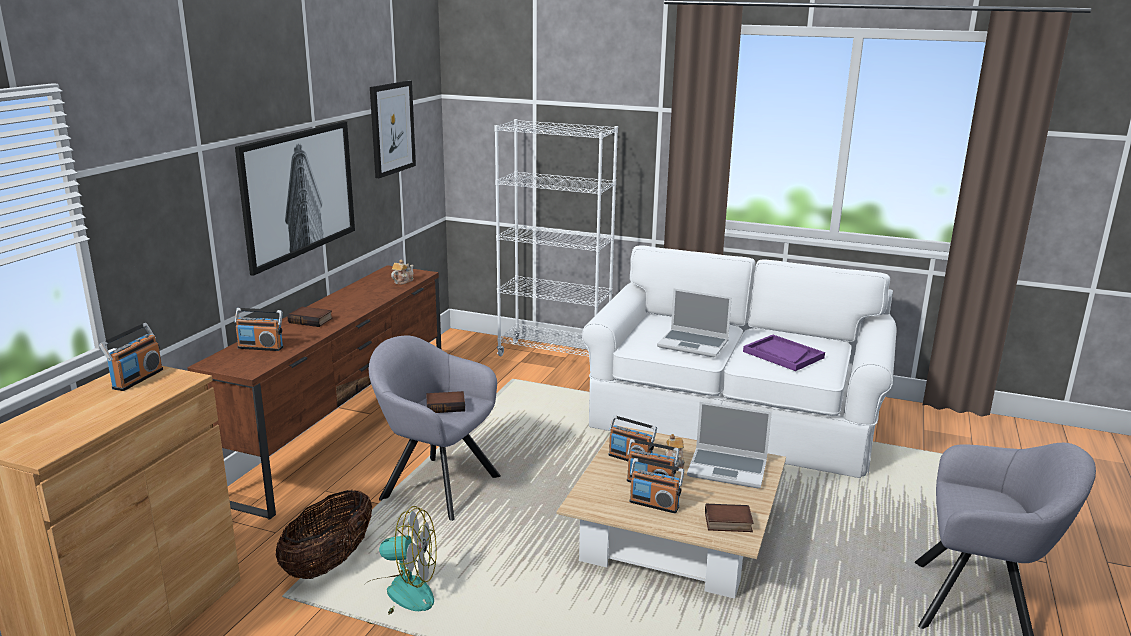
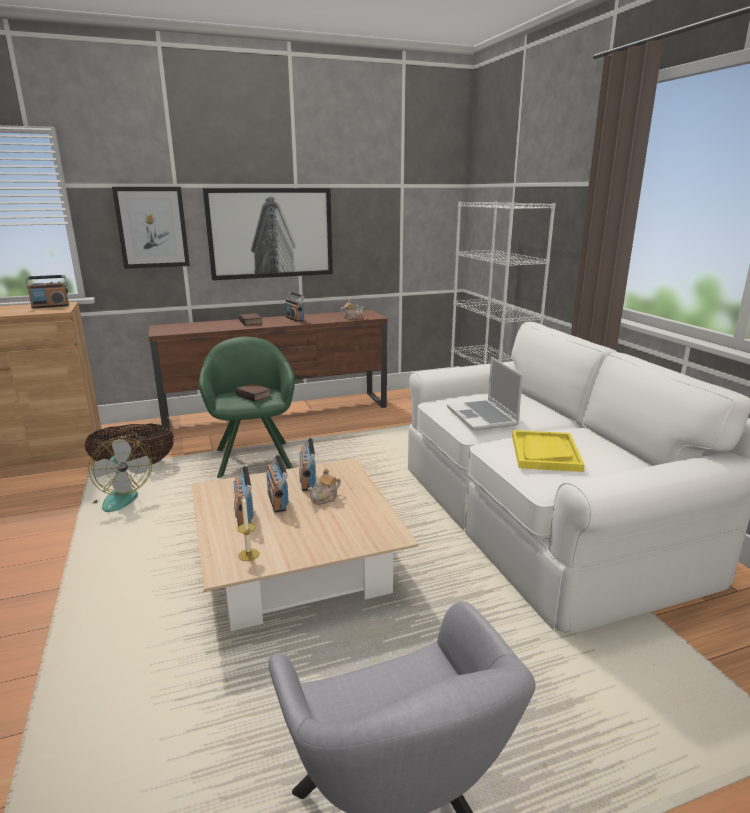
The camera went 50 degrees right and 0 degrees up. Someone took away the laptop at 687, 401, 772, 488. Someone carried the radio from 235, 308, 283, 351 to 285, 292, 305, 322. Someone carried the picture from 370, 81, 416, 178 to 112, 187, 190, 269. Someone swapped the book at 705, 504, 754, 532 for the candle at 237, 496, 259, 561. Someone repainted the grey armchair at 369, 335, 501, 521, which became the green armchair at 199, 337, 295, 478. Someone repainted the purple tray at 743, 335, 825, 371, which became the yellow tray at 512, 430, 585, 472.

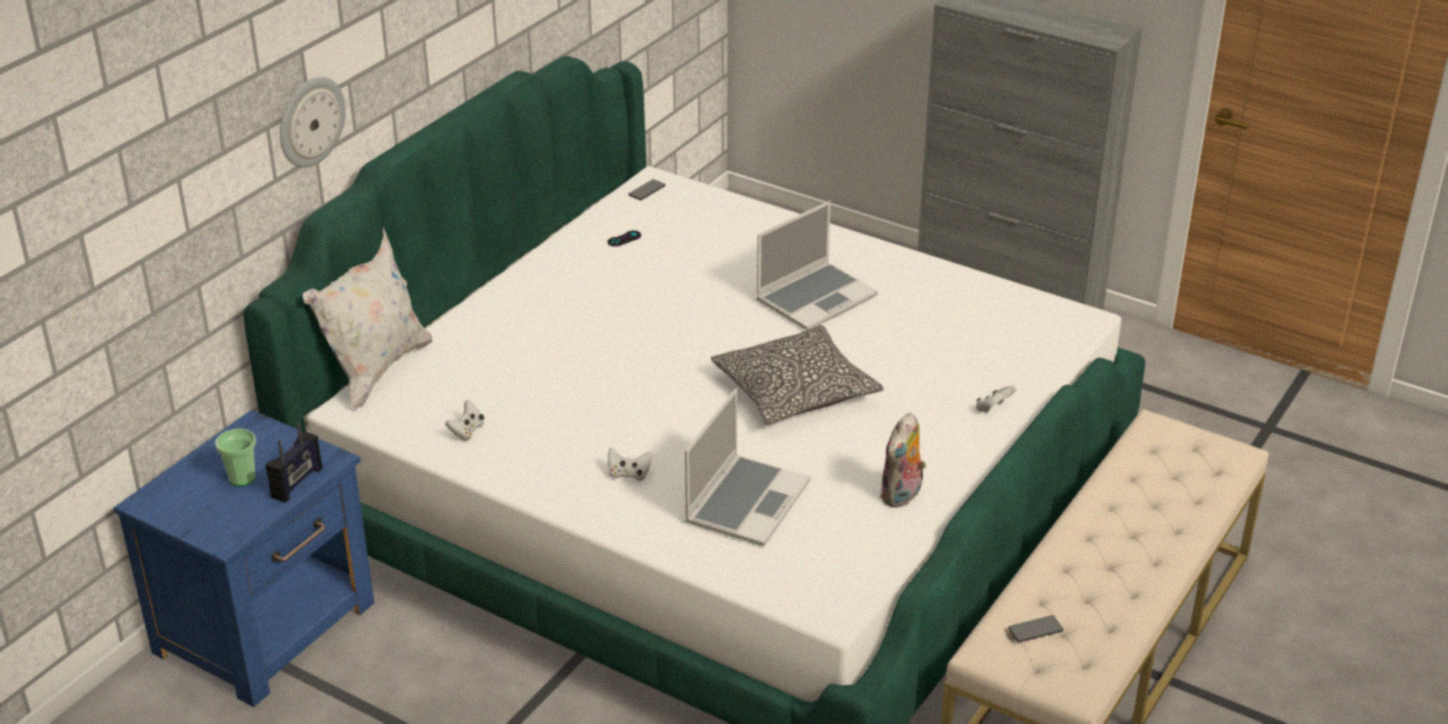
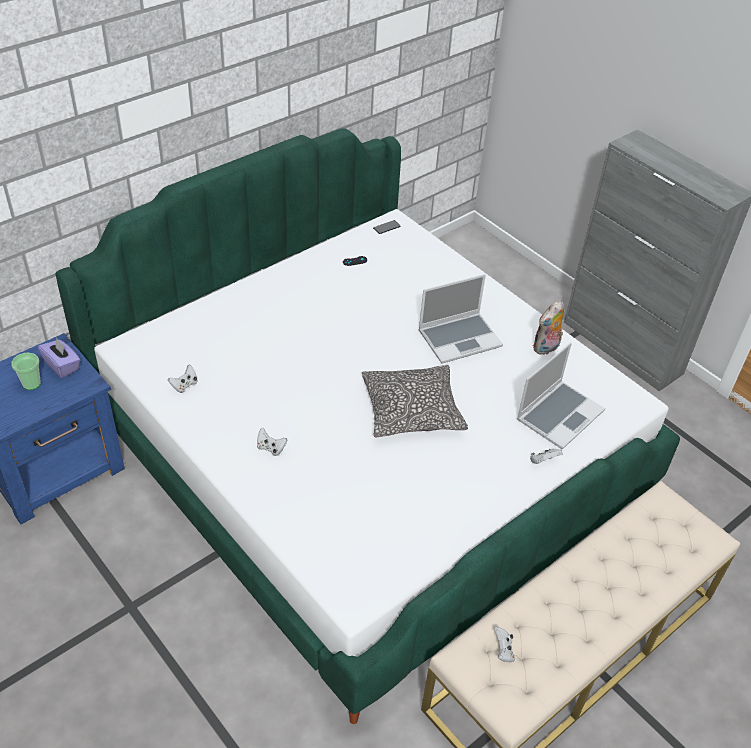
The camera went 15 degrees right and 10 degrees up. Someone took away the radio at 266, 423, 322, 503. Someone took away the wall clock at 280, 77, 346, 168. Someone took away the white pillow at 303, 227, 433, 409. Someone put down the purple tissue box at 38, 337, 80, 378. Someone carried the laptop from 685, 389, 811, 546 to 517, 342, 605, 450. Someone carried the plush toy from 880, 413, 926, 508 to 533, 301, 564, 355. Someone swapped the phone at 1008, 615, 1063, 642 for the white game controller at 494, 627, 515, 662.

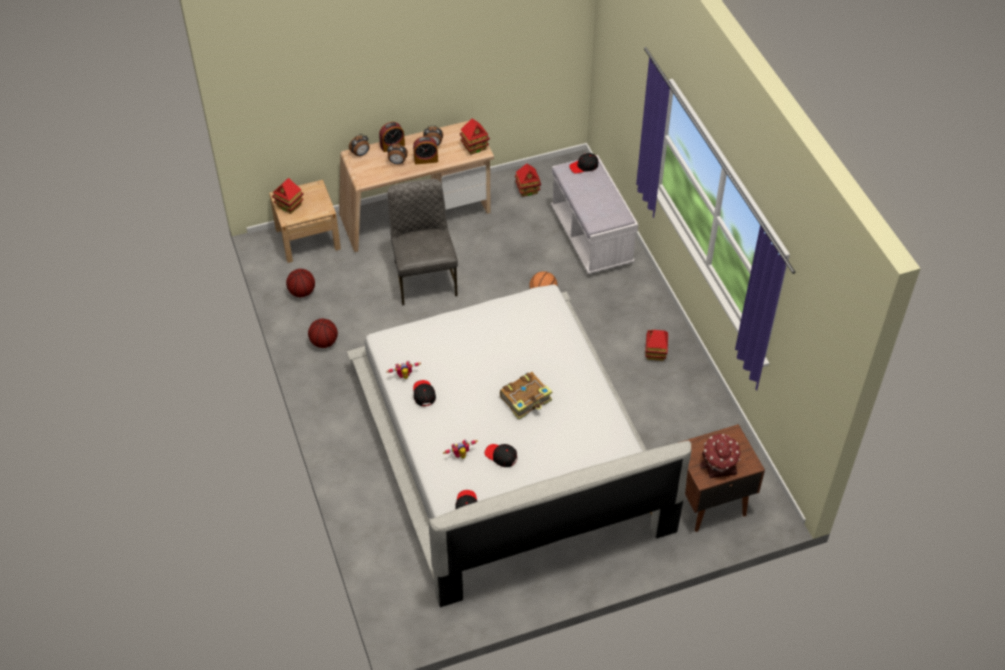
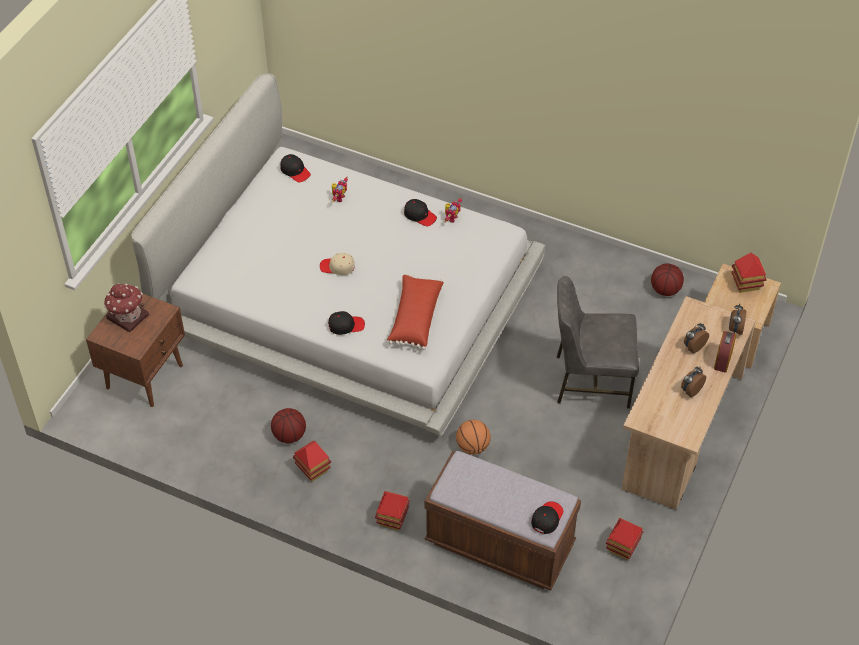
The camera went 135 degrees right and 0 degrees up. Someone took away the alarm clock at 413, 136, 438, 164. Someone put down the red pillow at 387, 274, 444, 350. Someone carried the basketball from 308, 319, 338, 348 to 271, 408, 306, 443. Someone carried the toy house from 460, 119, 490, 155 to 375, 491, 410, 531. Someone carried the black cap from 484, 444, 517, 467 to 328, 311, 365, 335. Someone swapped the book at 500, 372, 552, 419 for the beige cap at 320, 253, 355, 275. Someone repainted the white bench at 551, 155, 638, 274, which became the brown bench at 424, 451, 581, 591. Someone rotated the grey chair at 388, 179, 458, 306 by 150 degrees clockwise.

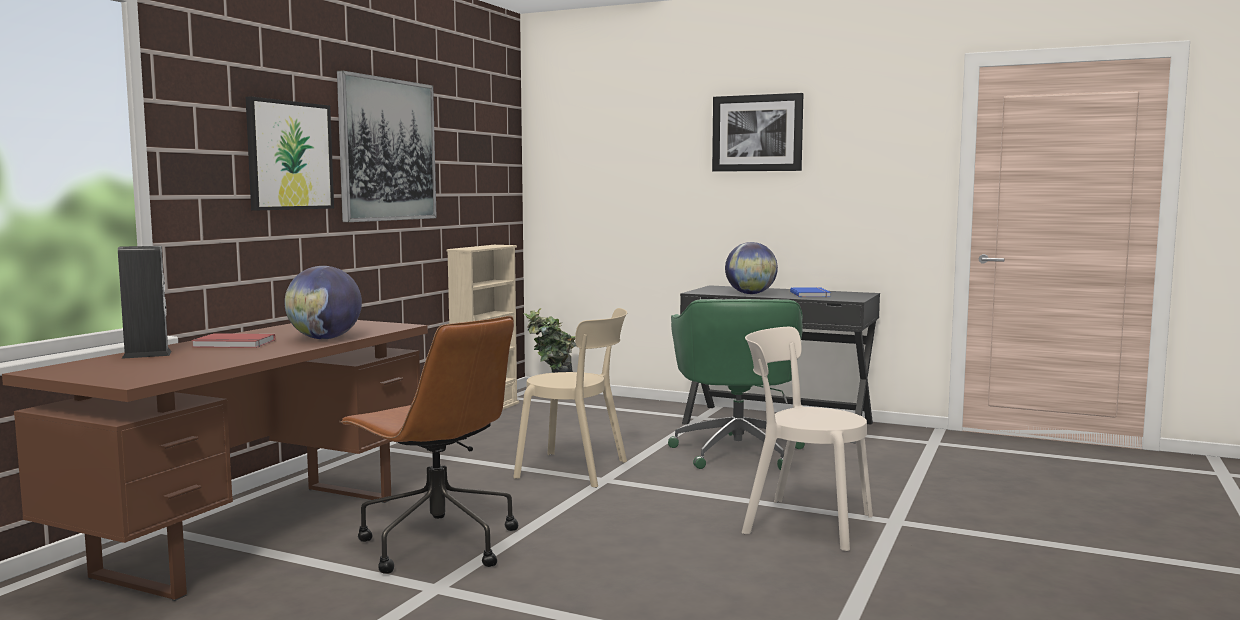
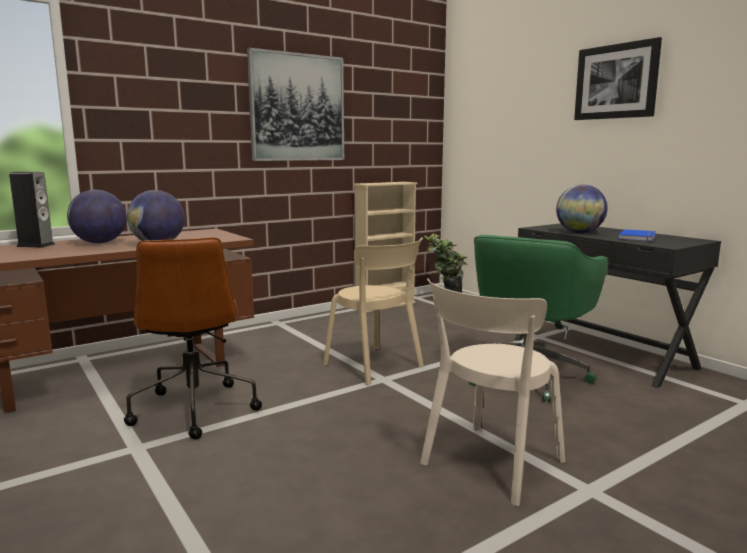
The camera went 30 degrees right and 5 degrees up. Someone took away the picture at 246, 96, 334, 210. Someone swapped the red book at 191, 333, 275, 348 for the globe at 67, 190, 126, 243. Someone rotated the beige chair at 742, 327, 873, 551 by 105 degrees counterclockwise.

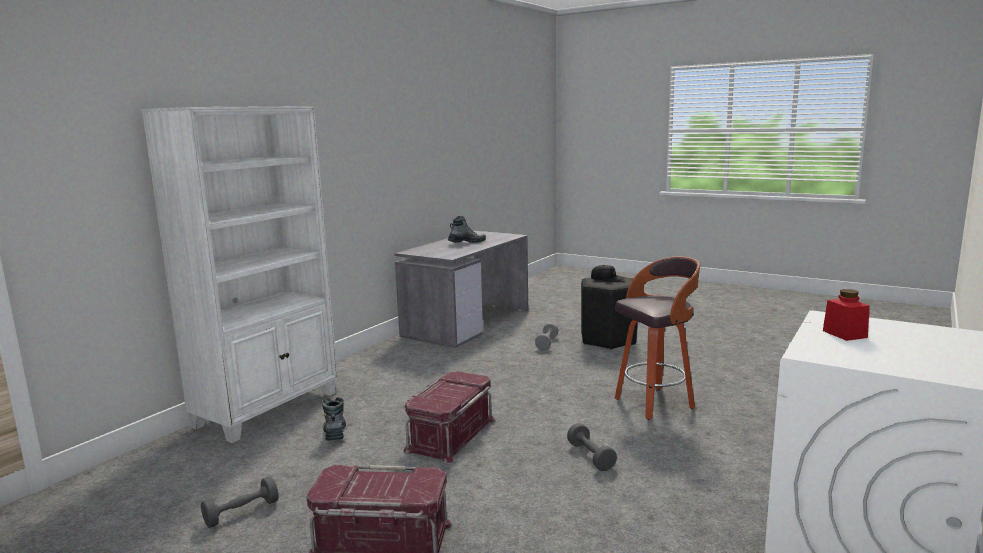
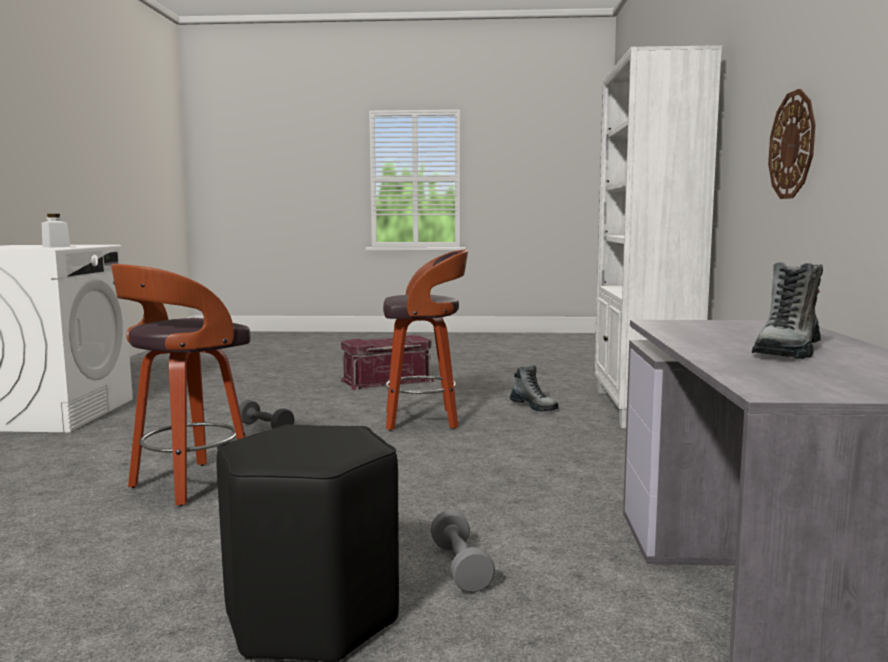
The camera went 150 degrees right and 5 degrees down. Someone took away the grey dumbbell at 201, 476, 279, 528. Someone took away the black cap at 591, 265, 625, 282. Someone put up the wall clock at 768, 89, 816, 199. Someone swapped the red storage box at 403, 371, 495, 463 for the stool at 383, 250, 468, 431. Someone repainted the red jar at 823, 289, 870, 341, which became the white jar at 42, 214, 70, 248.

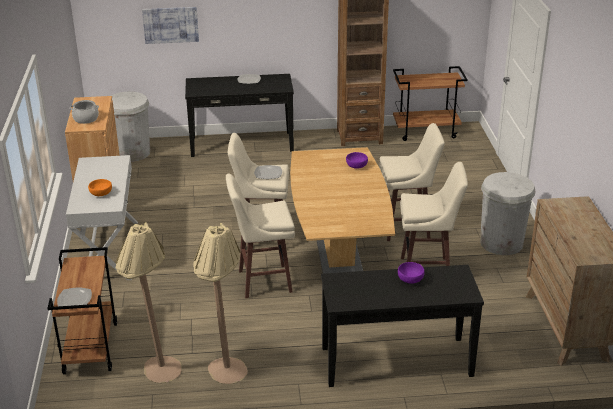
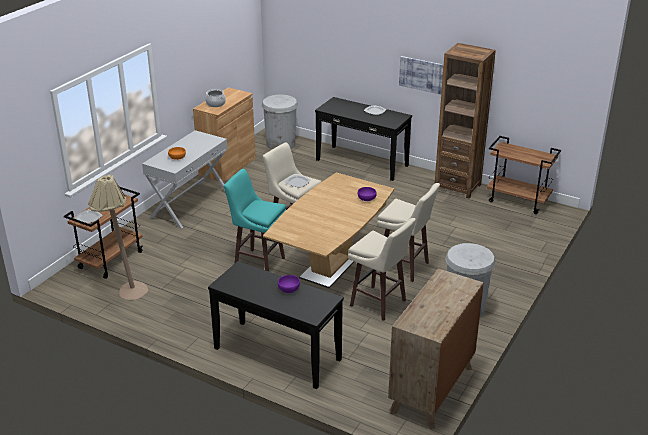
The camera went 35 degrees right and 0 degrees up. Someone took away the beige floor lamp at 193, 223, 248, 384. Someone carried the picture from 142, 7, 199, 44 to 399, 56, 444, 94. Someone repainted the beige stool at 226, 174, 295, 298, which became the turquoise stool at 224, 169, 286, 271.

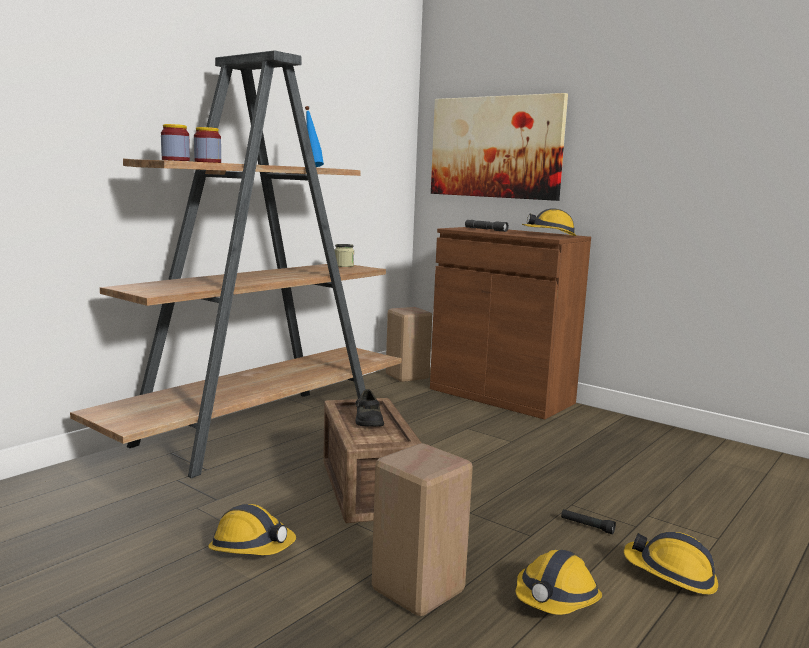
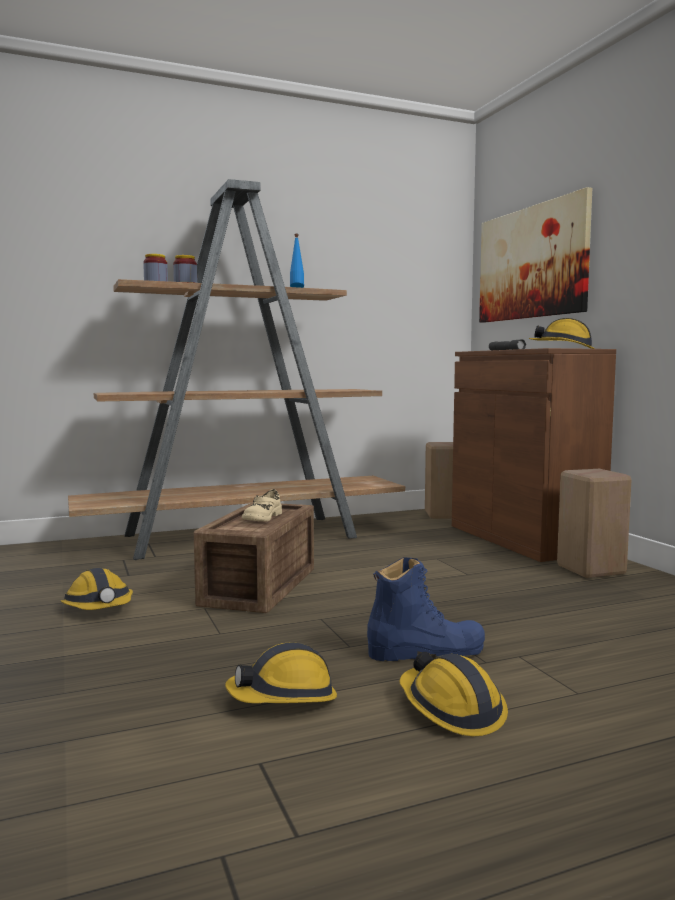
The camera went 30 degrees right and 5 degrees down. Someone took away the jar at 335, 244, 354, 267. Someone carried the beige stool from 372, 443, 473, 616 to 557, 469, 631, 578. Someone swapped the black flashlight at 561, 509, 616, 534 for the blue boot at 367, 557, 485, 661. Someone repainted the black shoe at 355, 389, 384, 427, which became the beige shoe at 242, 489, 282, 522.

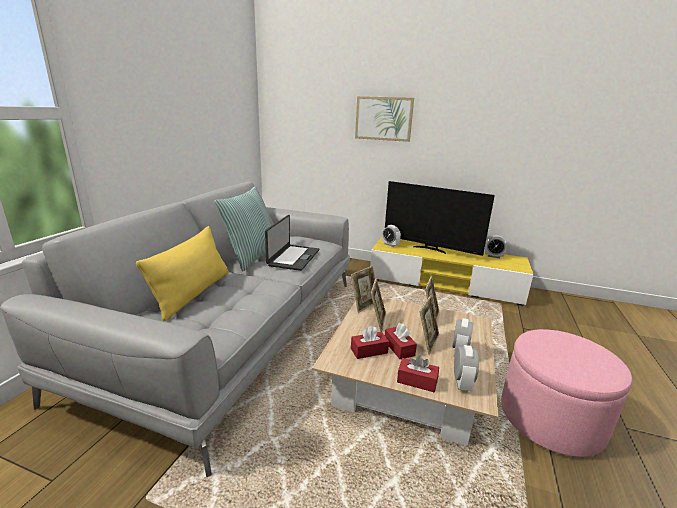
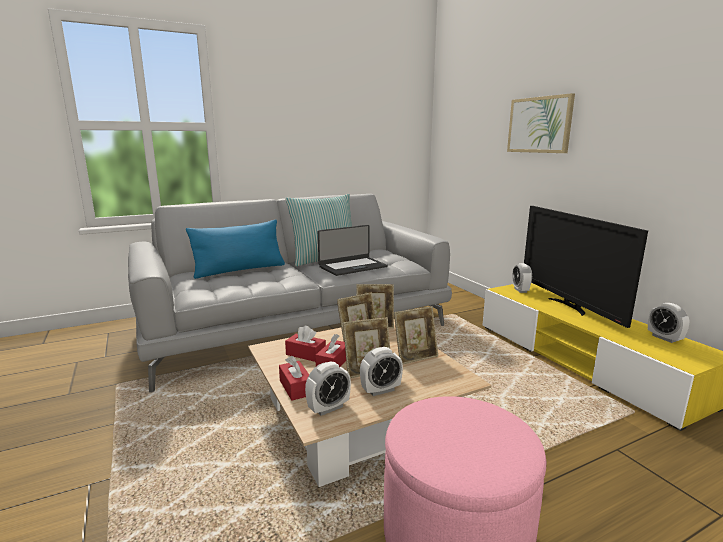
The camera went 45 degrees right and 5 degrees down. Someone repainted the yellow pillow at 136, 226, 229, 322, which became the blue pillow at 186, 220, 285, 279.

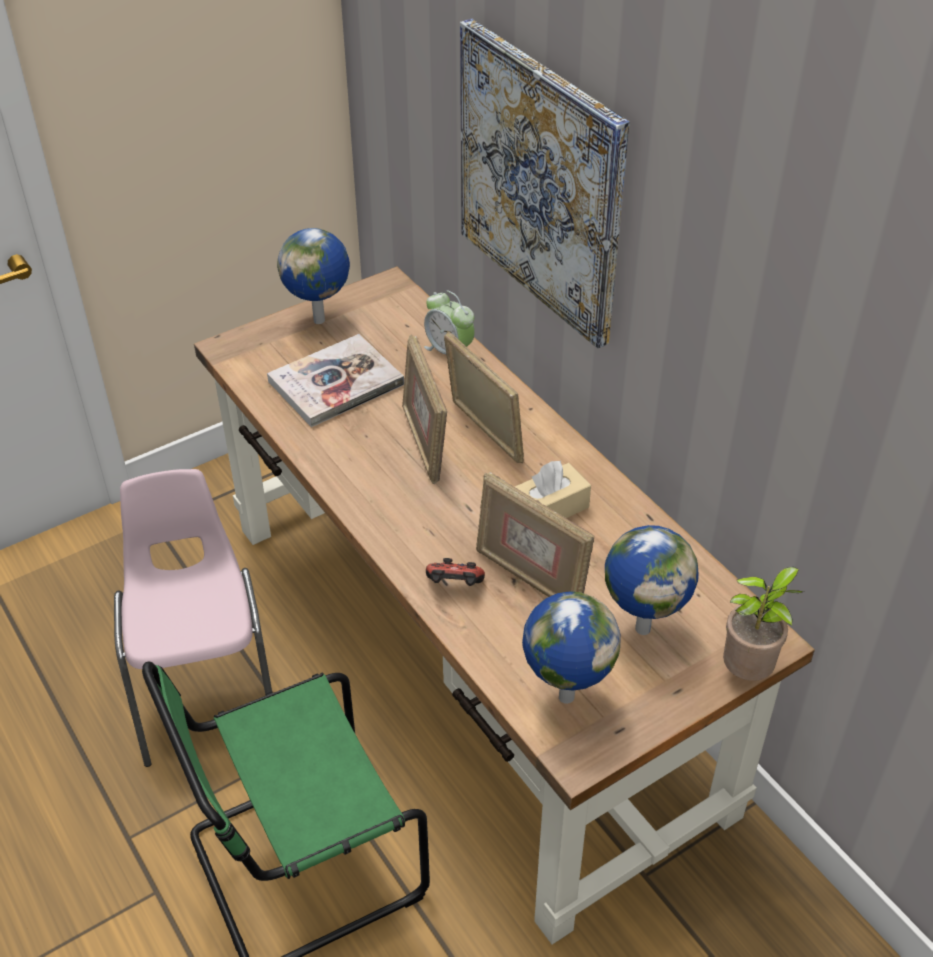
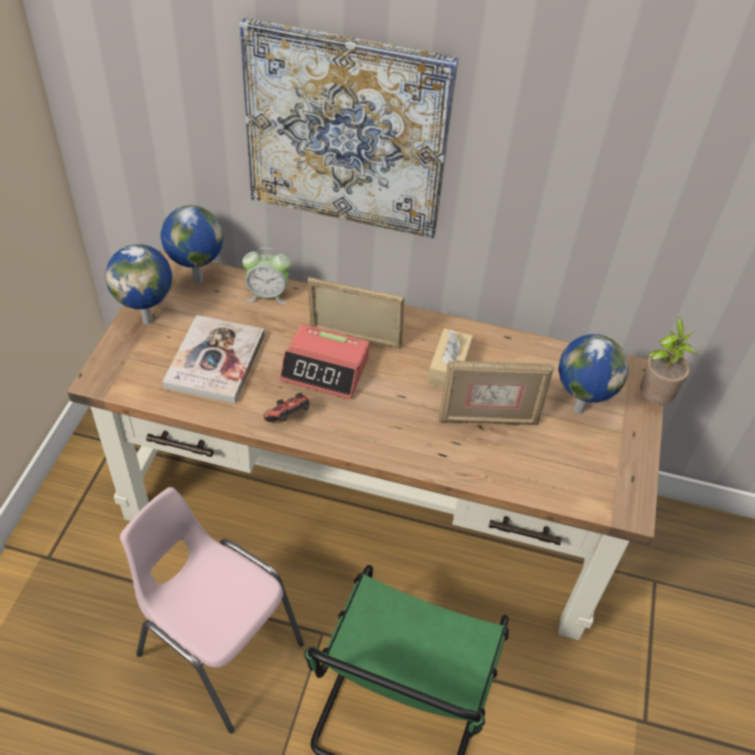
The camera went 45 degrees left and 5 degrees up. Someone carried the game controller from 426, 558, 485, 586 to 264, 393, 309, 422. Someone carried the globe from 522, 591, 621, 704 to 161, 205, 224, 284. Someone swapped the picture frame at 402, 335, 447, 484 for the alarm clock at 280, 324, 369, 399.

